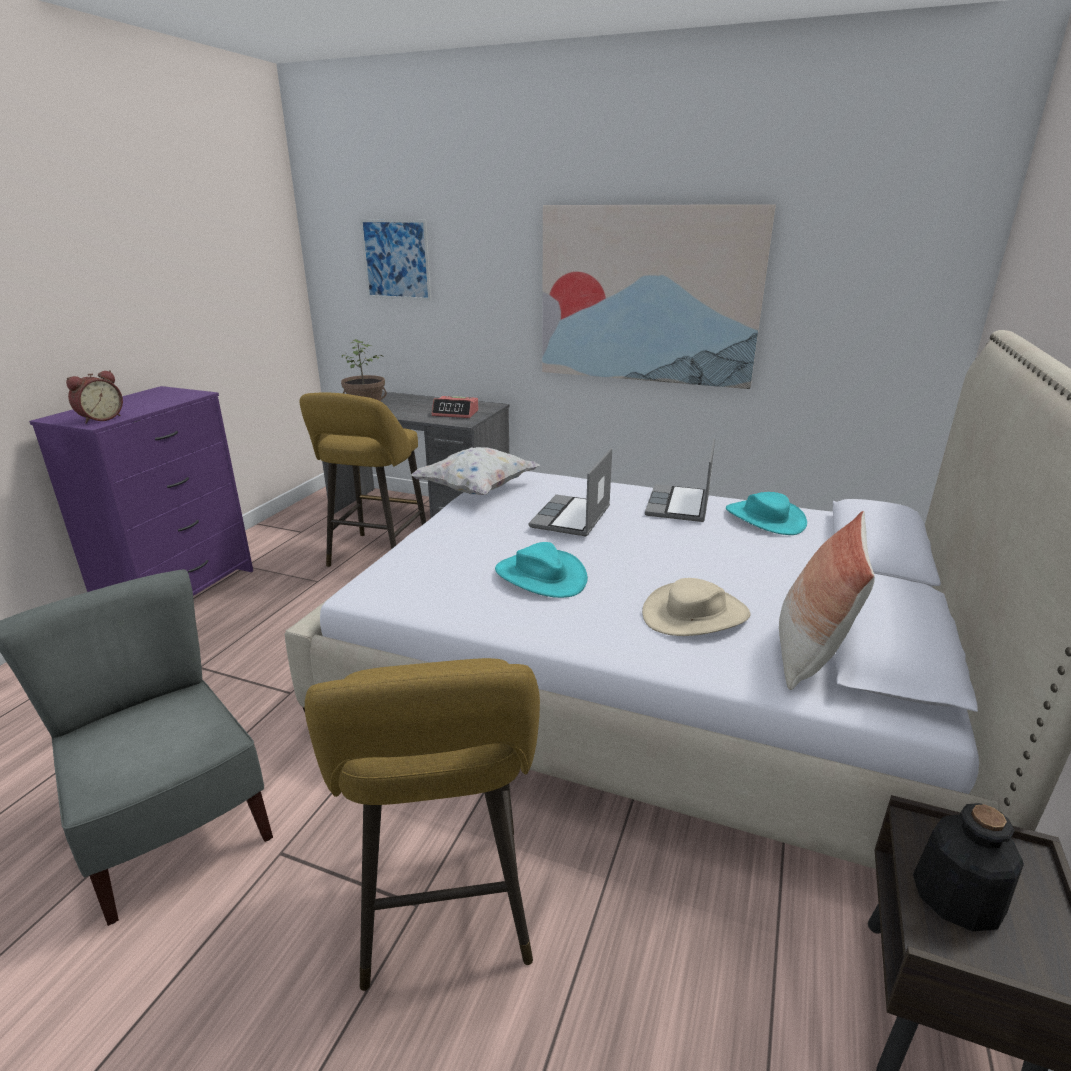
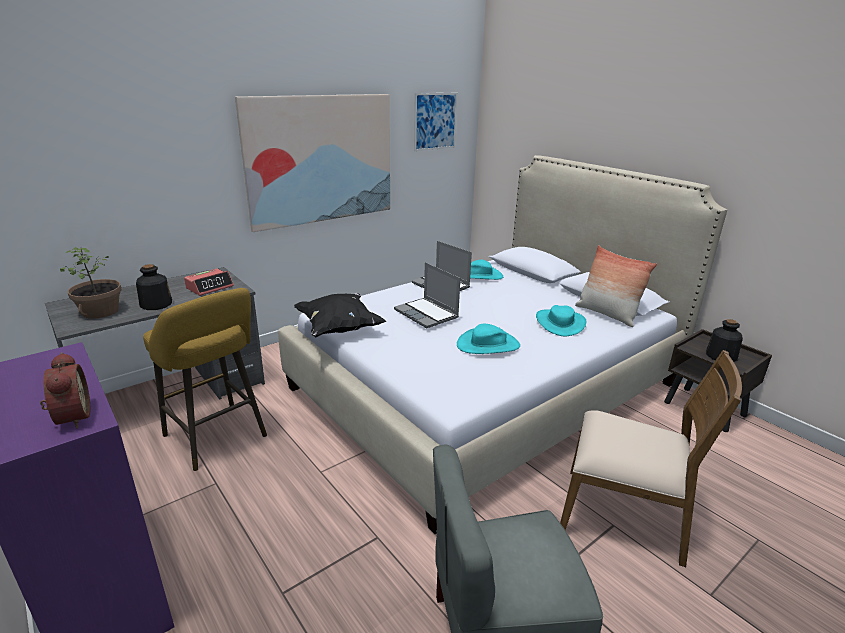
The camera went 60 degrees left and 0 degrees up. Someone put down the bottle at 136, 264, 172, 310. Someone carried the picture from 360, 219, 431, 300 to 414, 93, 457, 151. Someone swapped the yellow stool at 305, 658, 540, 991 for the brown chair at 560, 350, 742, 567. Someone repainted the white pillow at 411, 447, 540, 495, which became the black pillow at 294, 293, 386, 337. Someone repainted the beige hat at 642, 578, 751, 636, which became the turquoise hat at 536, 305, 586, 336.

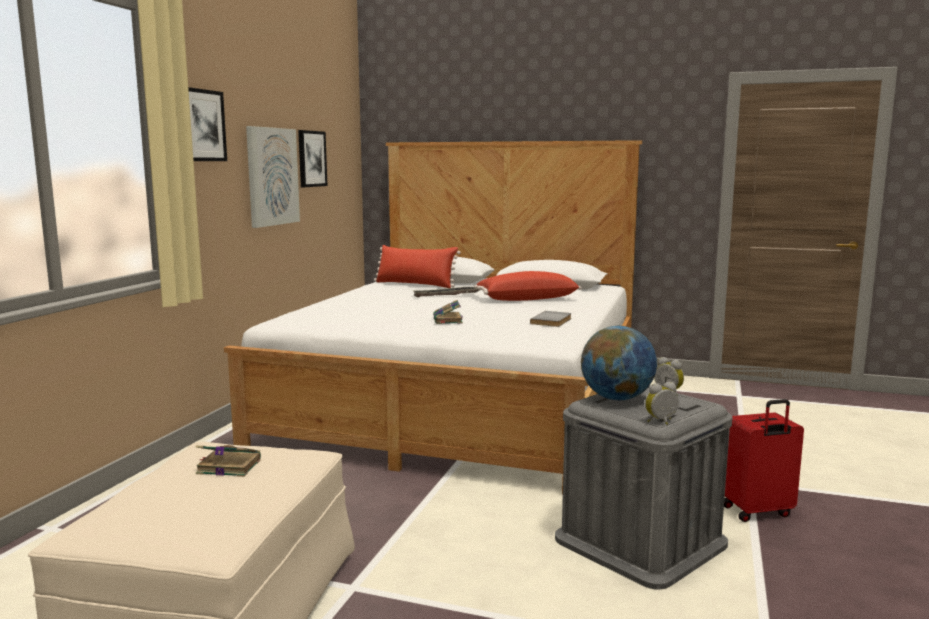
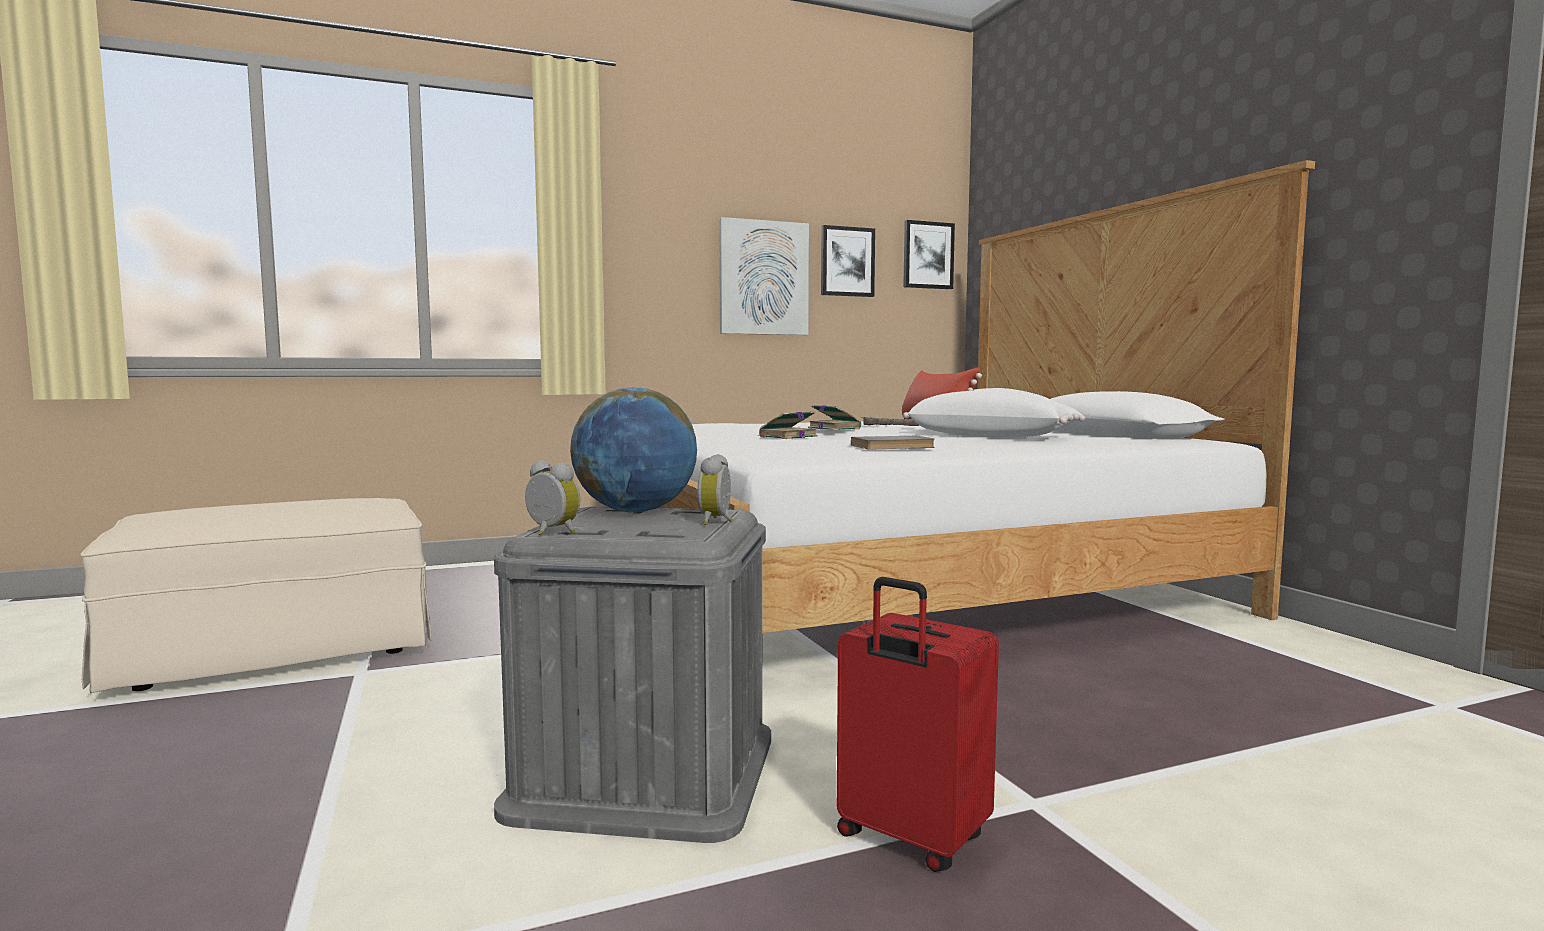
The camera went 50 degrees right and 5 degrees down. Someone carried the picture from 188, 87, 227, 161 to 903, 220, 955, 289. Someone carried the book from 196, 445, 261, 477 to 808, 405, 861, 430. Someone repainted the red pillow at 474, 271, 582, 301, which became the white pillow at 903, 390, 1085, 438.

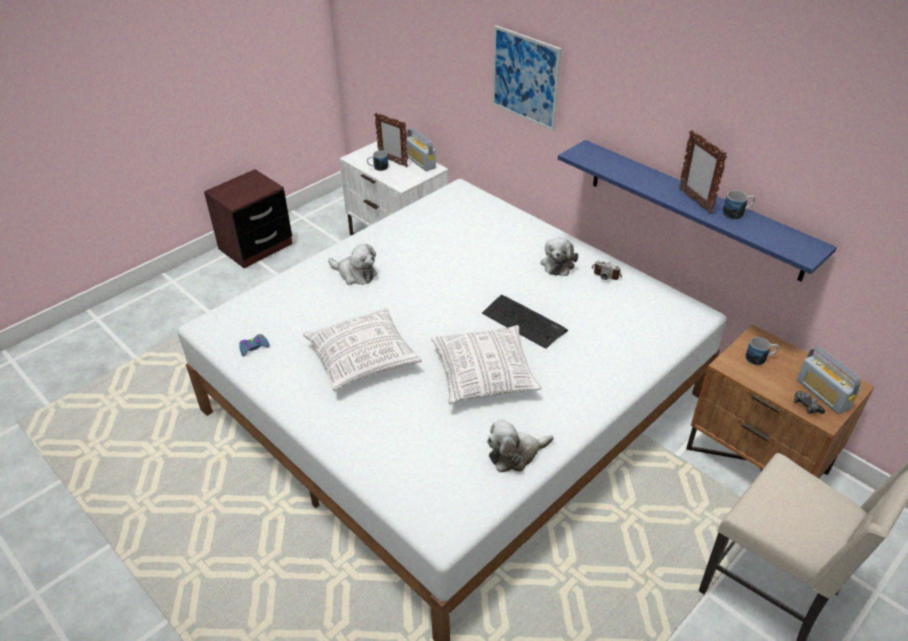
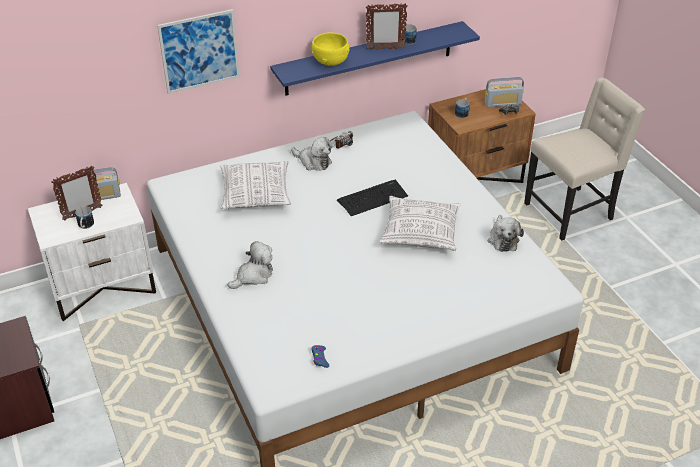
The camera went 70 degrees left and 0 degrees up. Someone put down the yellow bowl at 312, 32, 350, 66. Someone carried the pillow from 303, 307, 422, 391 to 220, 161, 291, 210.

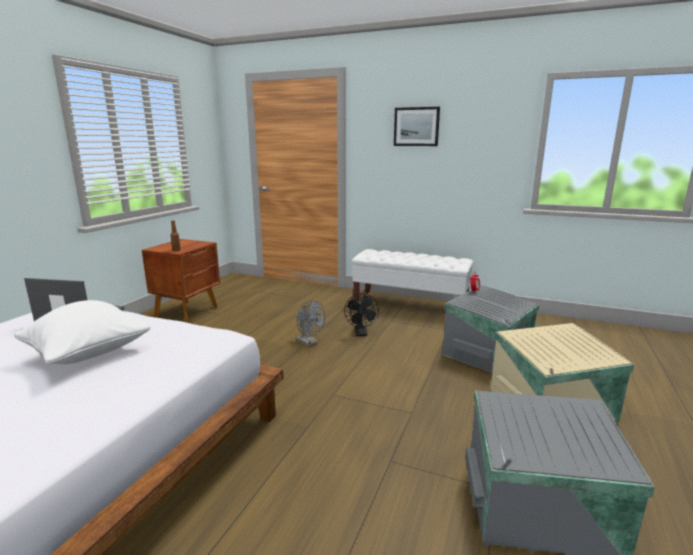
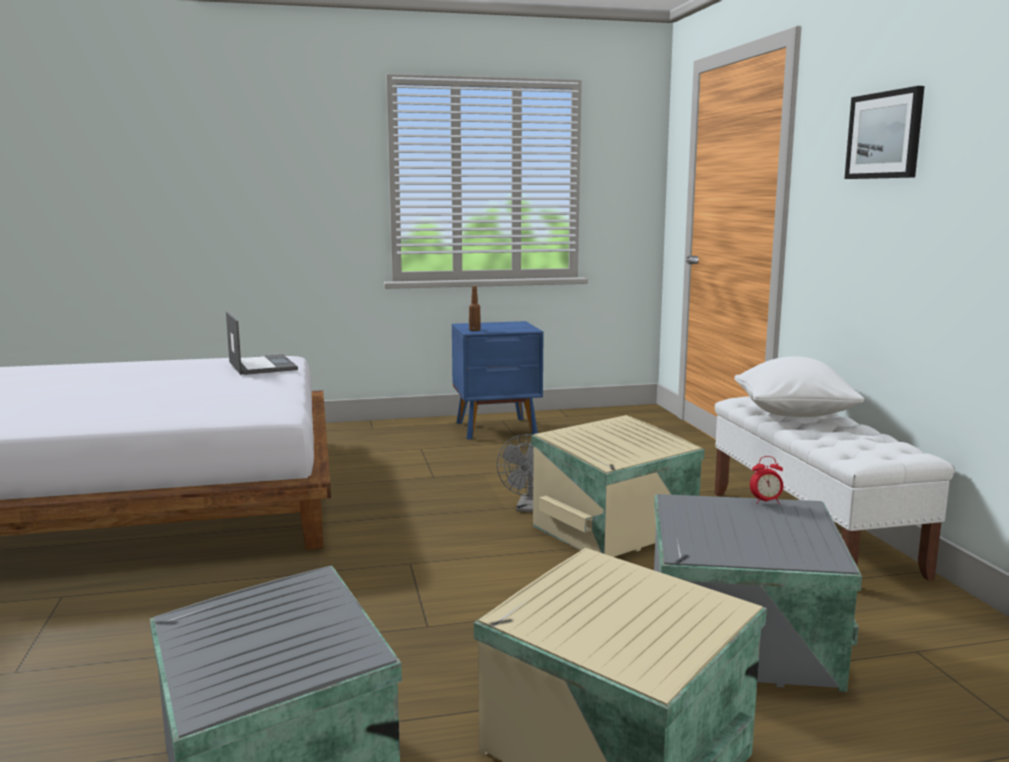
The camera went 55 degrees right and 5 degrees down. Someone carried the white pillow from 14, 300, 150, 364 to 734, 356, 864, 417. Someone swapped the black fan at 344, 293, 379, 336 for the beige storage box at 531, 415, 705, 557. Someone repainted the brown nightstand at 142, 239, 220, 323, which became the blue nightstand at 452, 321, 544, 440.

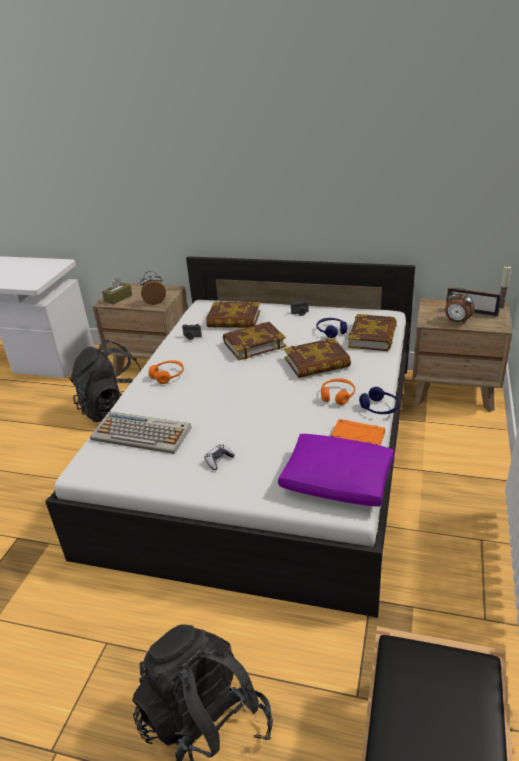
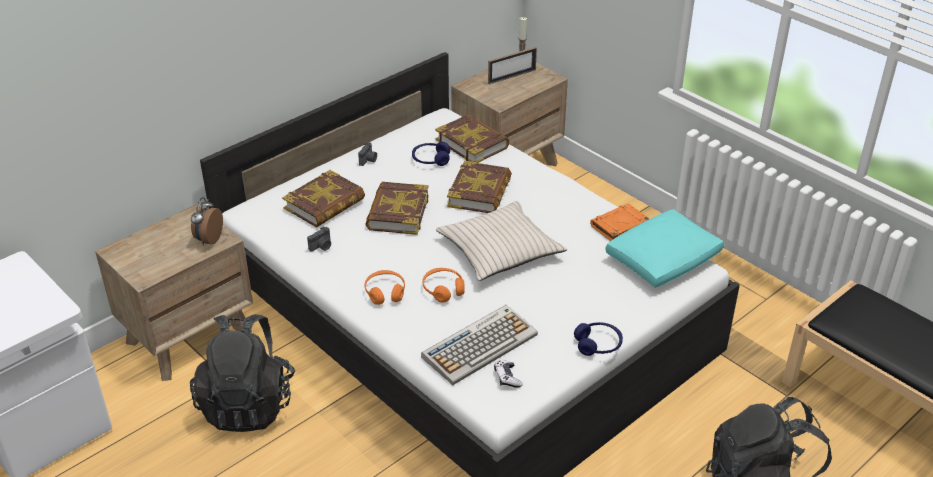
The camera went 60 degrees left and 5 degrees up. Someone took away the brown tissue box at 102, 278, 132, 305. Someone took away the alarm clock at 445, 288, 475, 324. Someone put down the beige pillow at 436, 201, 567, 281. Someone carried the game controller from 204, 444, 235, 470 to 494, 361, 523, 388. Someone carried the orange headphones from 321, 378, 355, 405 to 422, 268, 465, 303. Someone carried the blue headphones from 359, 387, 399, 414 to 574, 322, 623, 356. Someone repainted the purple pillow at 278, 434, 395, 506, which became the turquoise pillow at 605, 209, 724, 288.

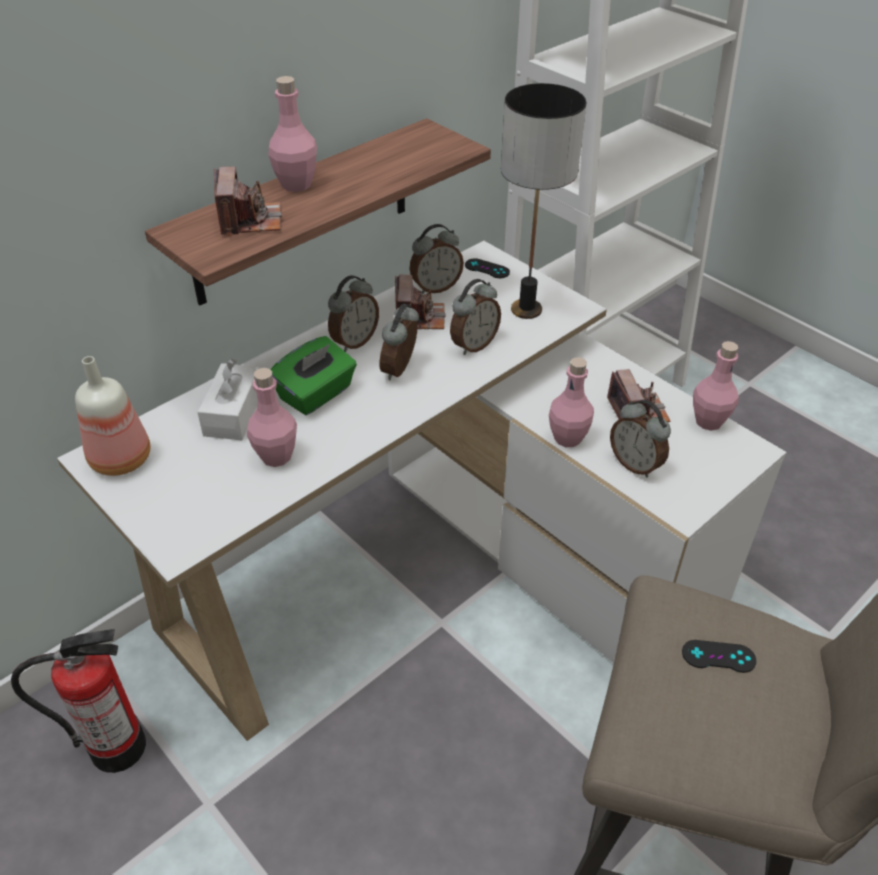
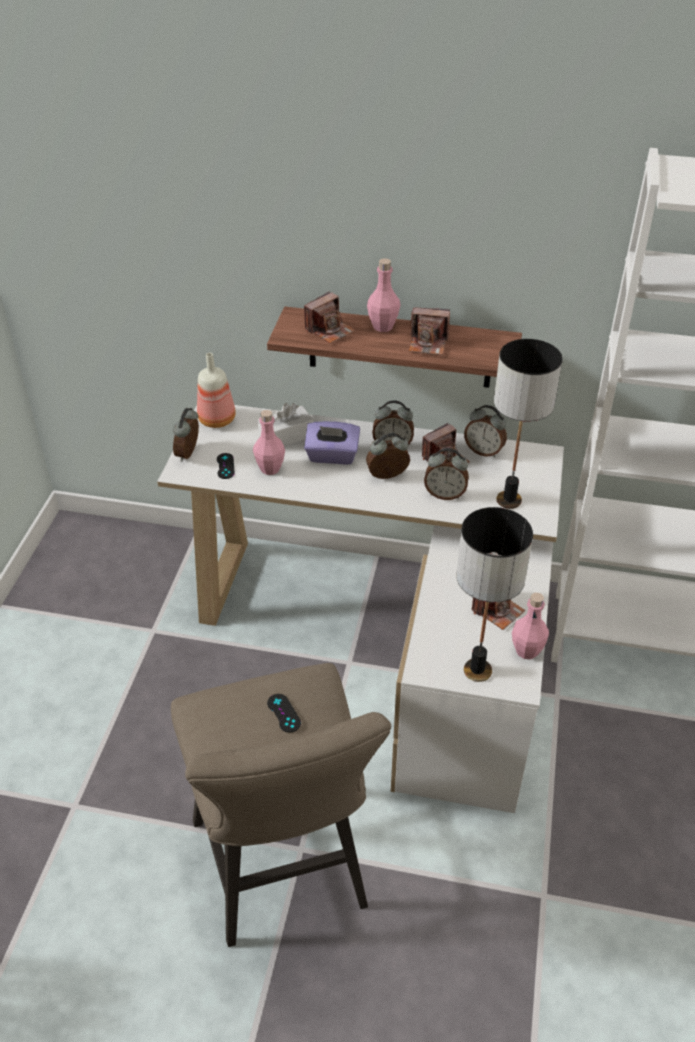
The camera went 55 degrees right and 0 degrees up. Someone took away the fire extinguisher at 11, 629, 146, 773. Someone took away the pink bottle at 549, 357, 594, 447. Someone put down the photo camera at 409, 308, 450, 355. Someone put down the table lamp at 456, 507, 533, 682. Someone carried the black game controller from 465, 258, 510, 278 to 217, 453, 235, 479. Someone carried the alarm clock from 610, 400, 671, 478 to 173, 408, 199, 462. Someone repainted the green tissue box at 270, 336, 357, 415, which became the purple tissue box at 304, 421, 360, 464.

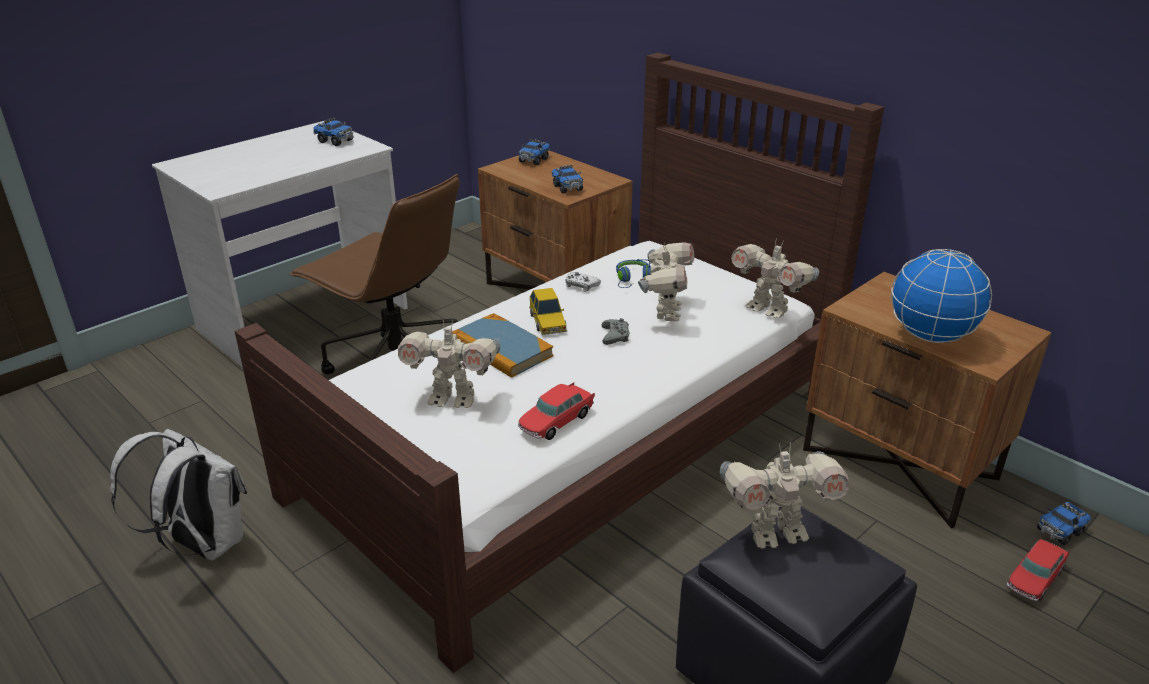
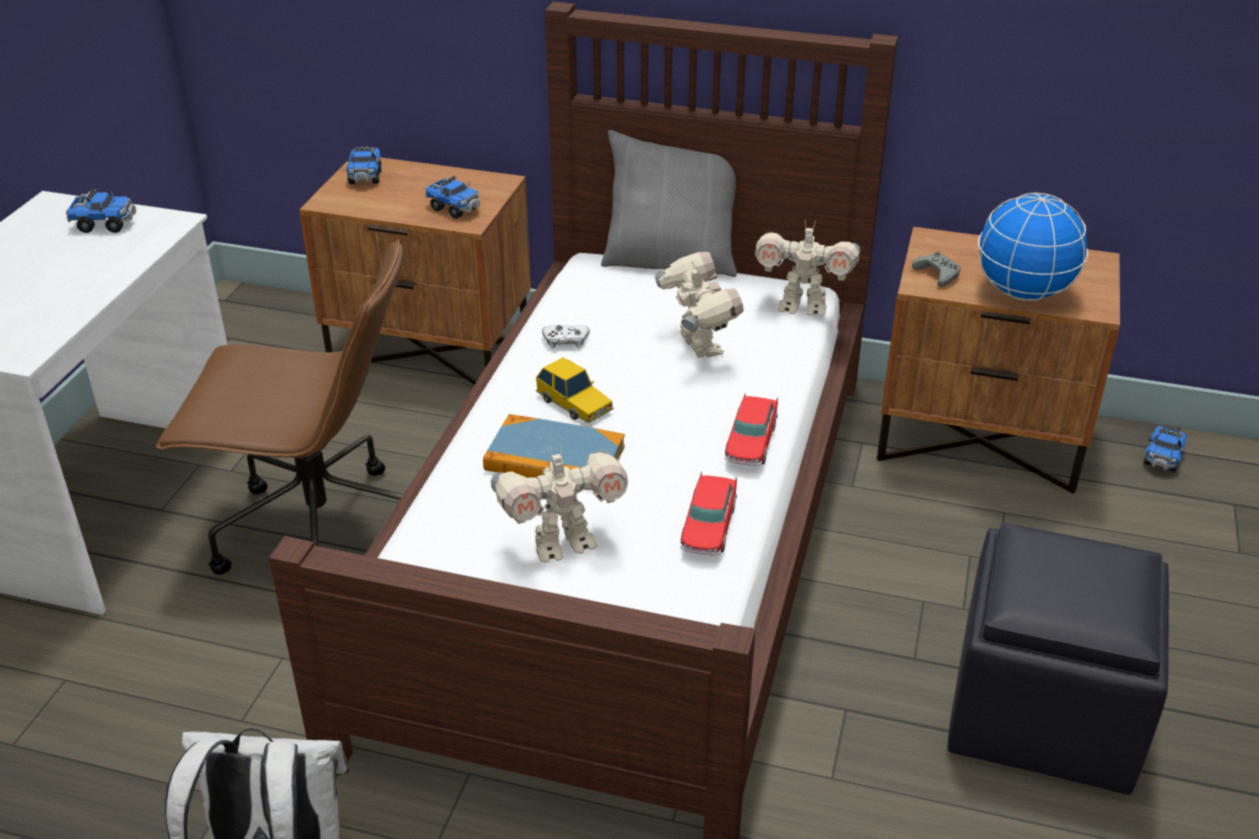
The camera went 30 degrees left and 5 degrees up. Someone took away the blue headphones at 616, 259, 652, 288. Someone took away the toy robot at 720, 442, 849, 549. Someone put down the grey pillow at 601, 130, 737, 277. Someone carried the grey game controller from 602, 318, 630, 345 to 912, 251, 961, 287. Someone carried the toy car from 1007, 537, 1070, 601 to 725, 394, 778, 466.

